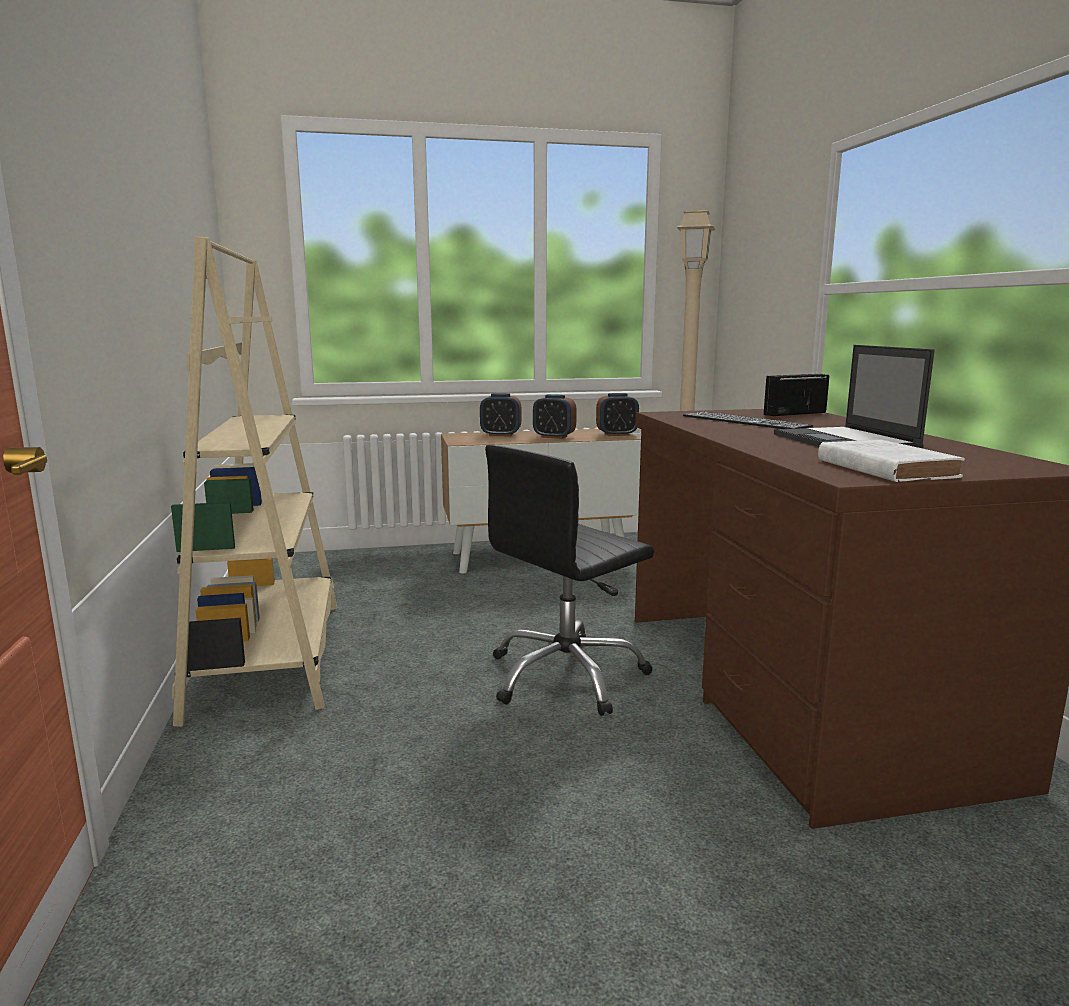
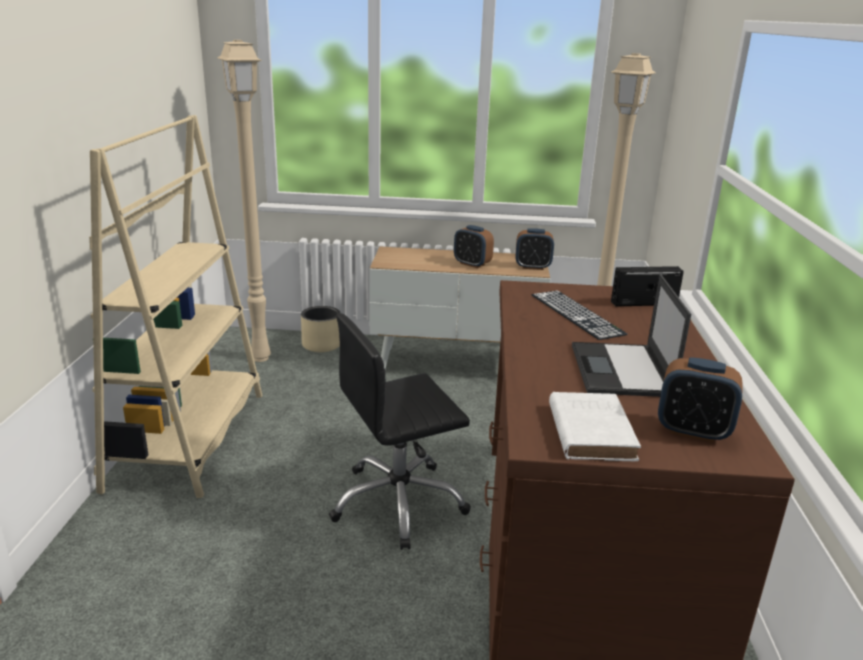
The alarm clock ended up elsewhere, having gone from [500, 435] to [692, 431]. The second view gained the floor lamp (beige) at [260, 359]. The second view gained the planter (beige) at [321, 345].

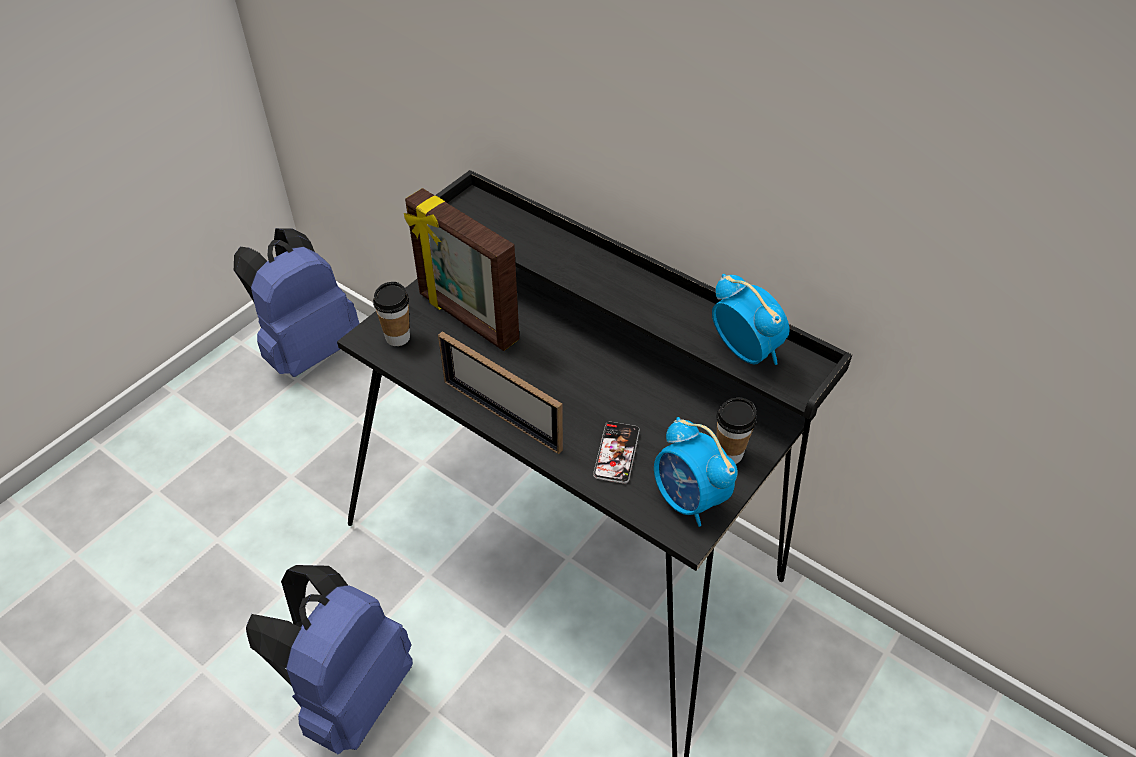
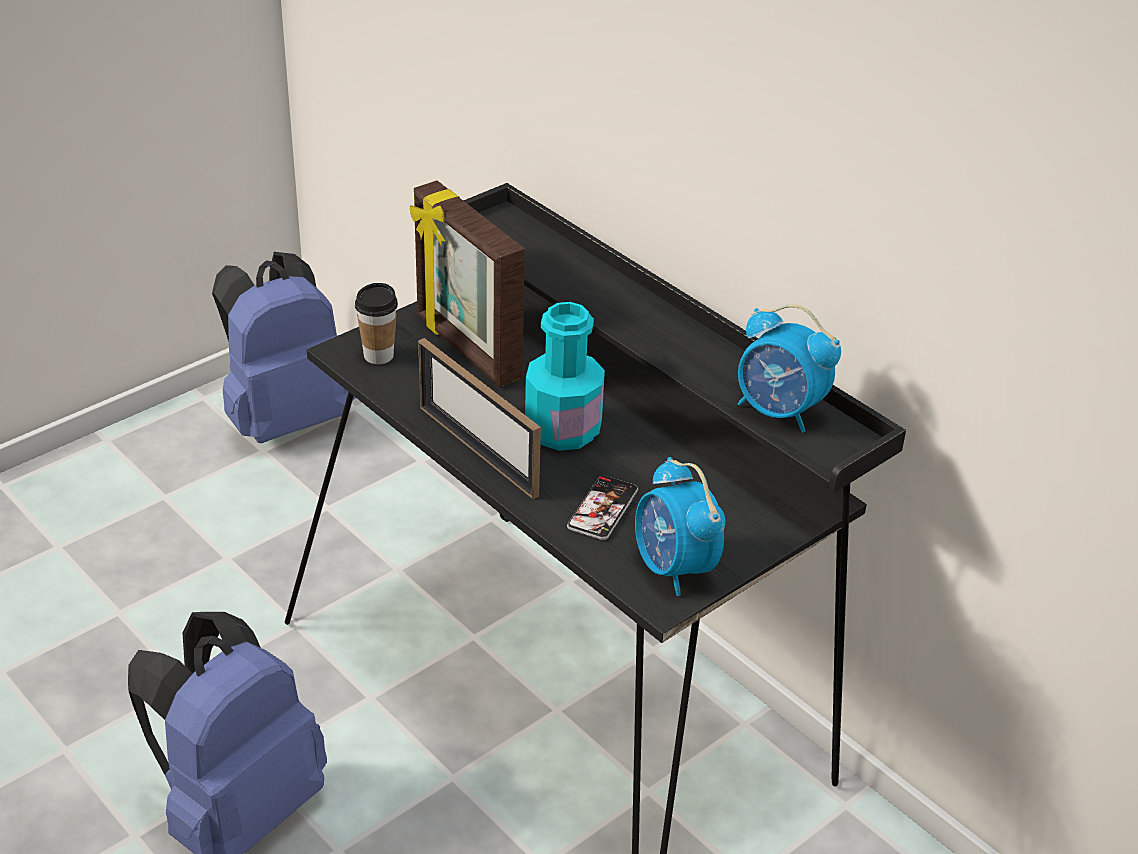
The alarm clock at [745, 351] ended up facing another way, 150 degrees clockwise from before. The second view lost the cup at [729, 454]. The second view gained the bottle (turquoise) at [563, 430].

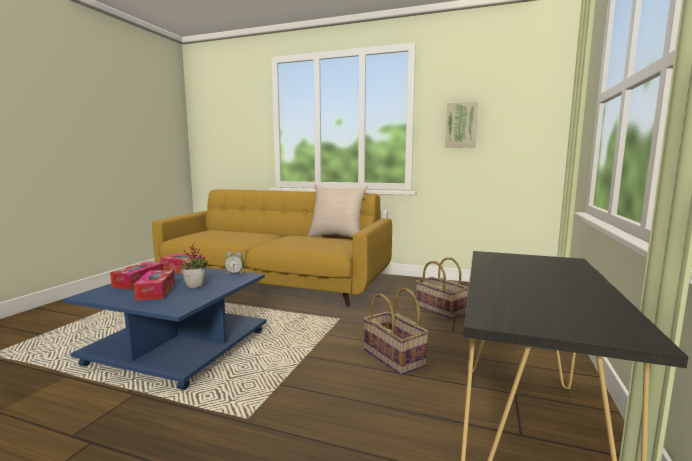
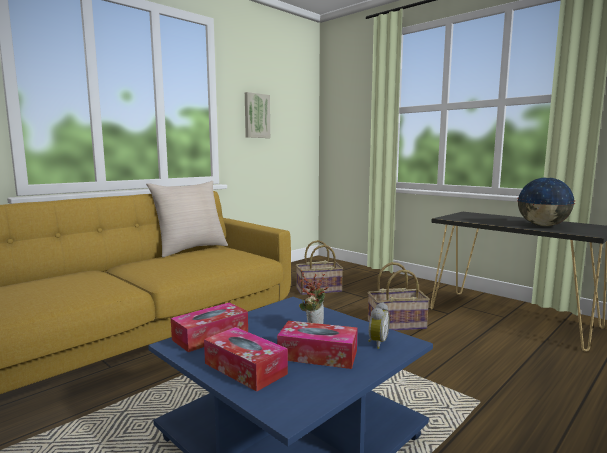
The alarm clock ended up elsewhere, having gone from [235, 274] to [376, 343]. The second view gained the globe at [543, 226].

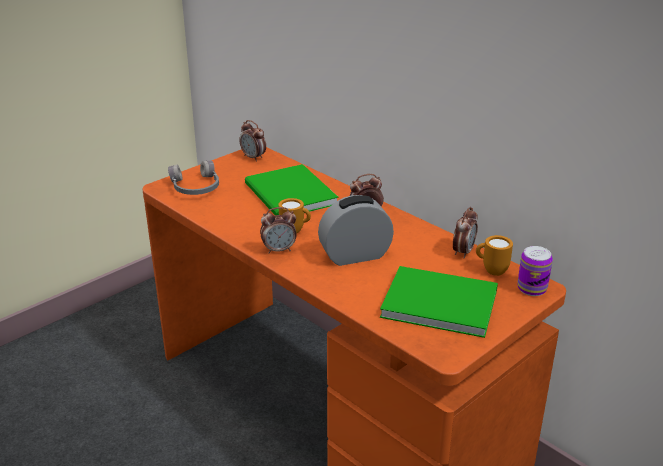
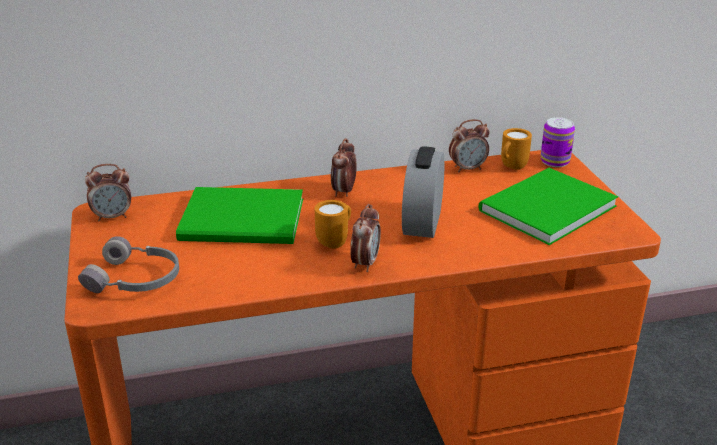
The alarm clock at [463, 252] ended up facing another way, 105 degrees clockwise from before.

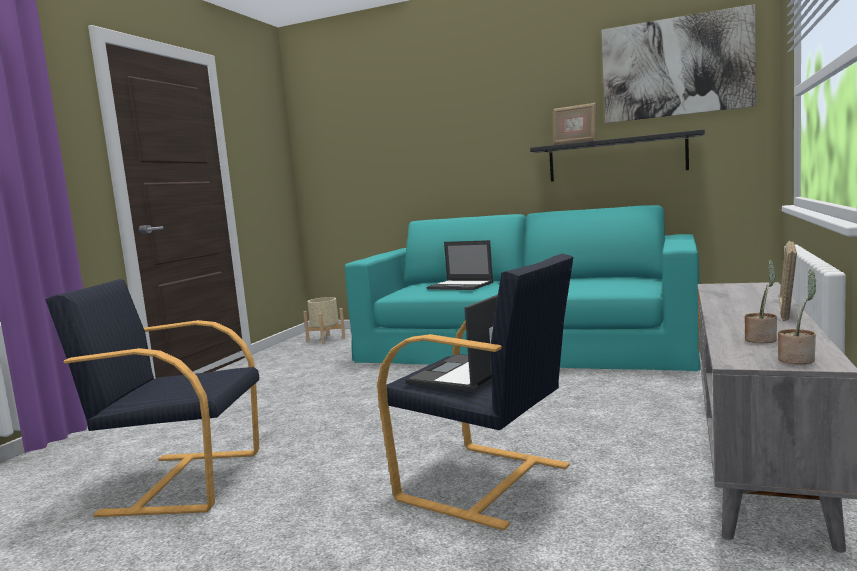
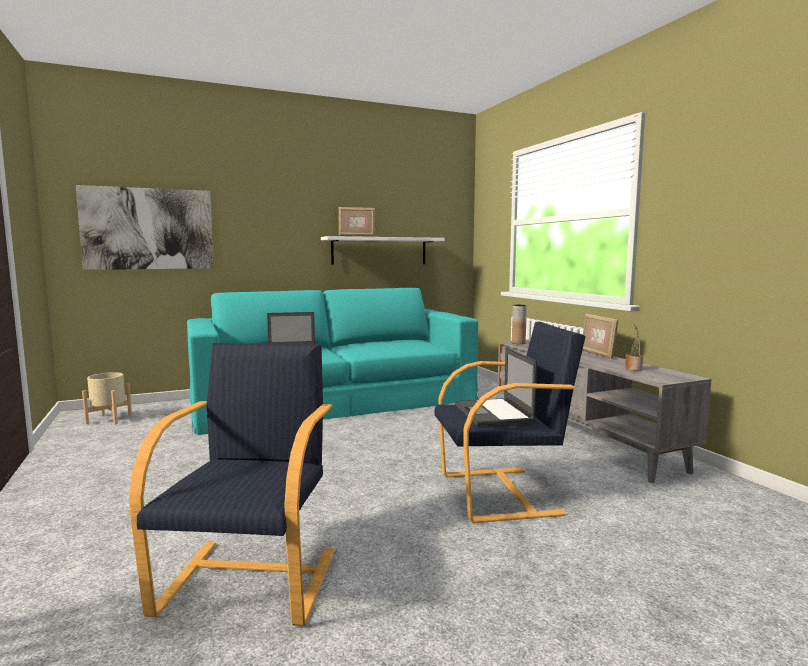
The armchair (black) at [181, 481] ended up facing another way, 135 degrees clockwise from before. What was the shelf (black) at [616, 158] turned into the shelf (white) at [379, 251]. The picture ended up elsewhere, having gone from [676, 67] to [148, 229]. The second view lost the potted plant at [798, 359]. The second view gained the vase (brown) at [518, 343].

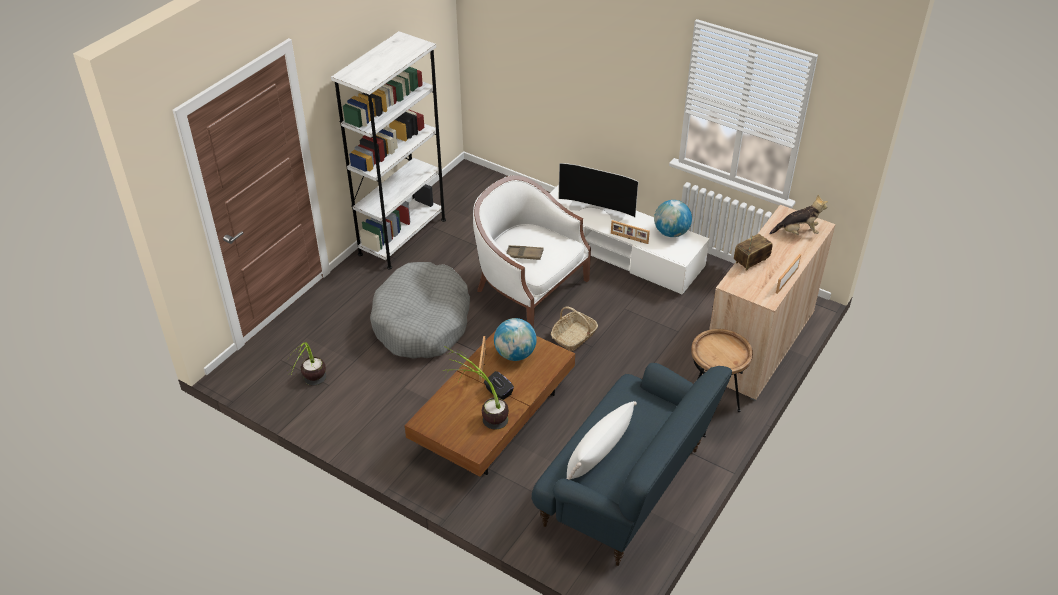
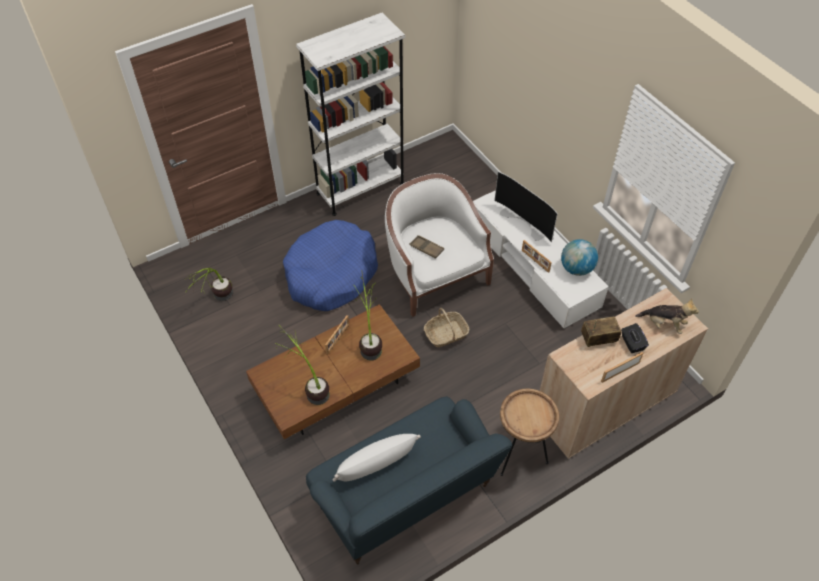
What was the dog bed (grey) at [422, 322] turned into the dog bed (blue) at [331, 274]. The tissue box (black) ended up elsewhere, having gone from [498, 392] to [632, 343]. Where the globe stood at [515, 354], the potted plant came to stand at [370, 339].

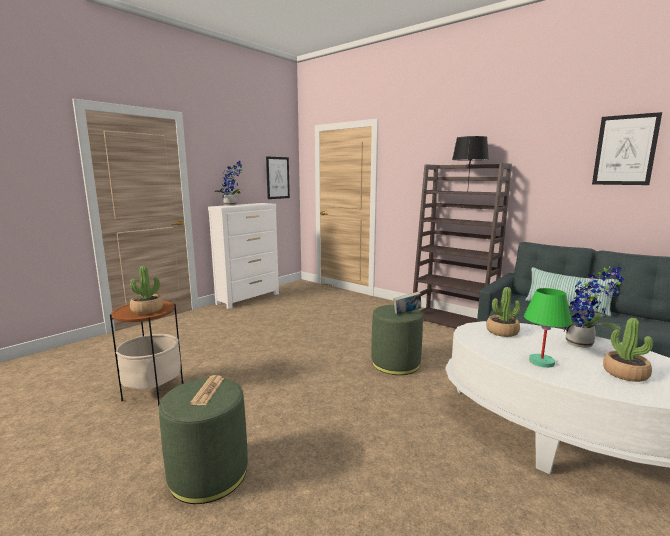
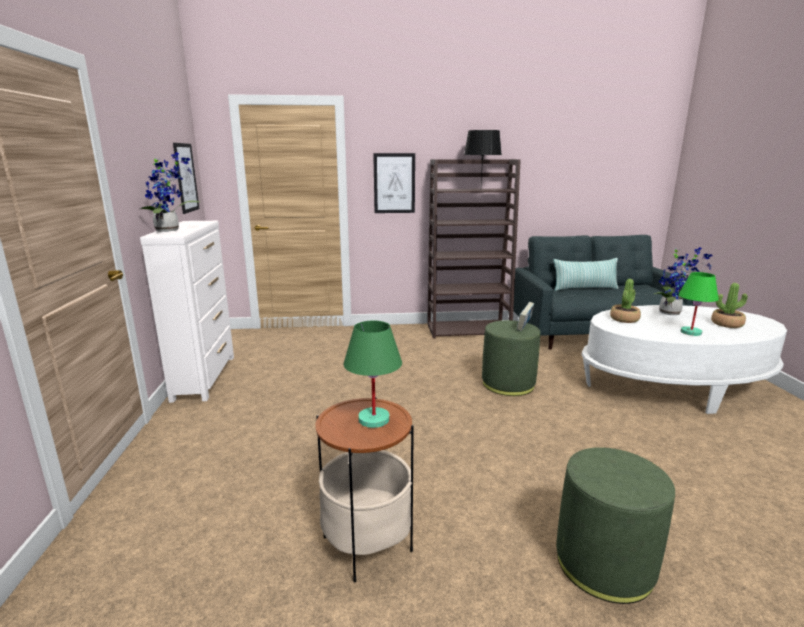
Where the potted plant stood at [147, 310], the table lamp (green) came to stand at [374, 419]. The second view lost the newspaper at [208, 390]. The picture ended up elsewhere, having gone from [625, 150] to [394, 183].

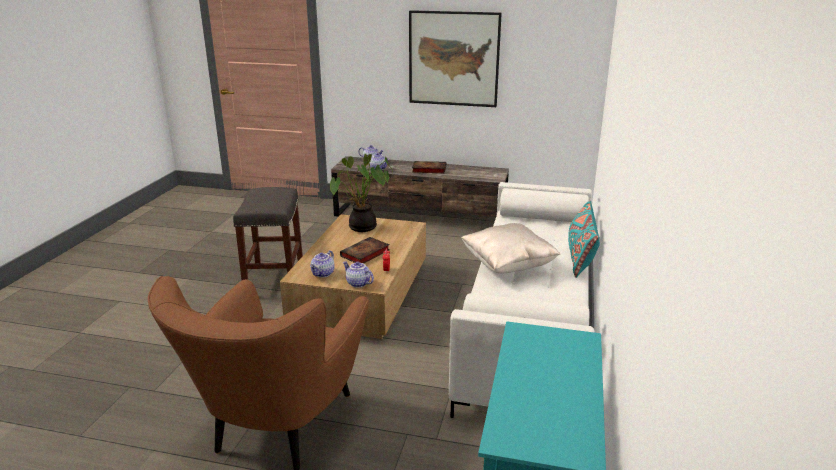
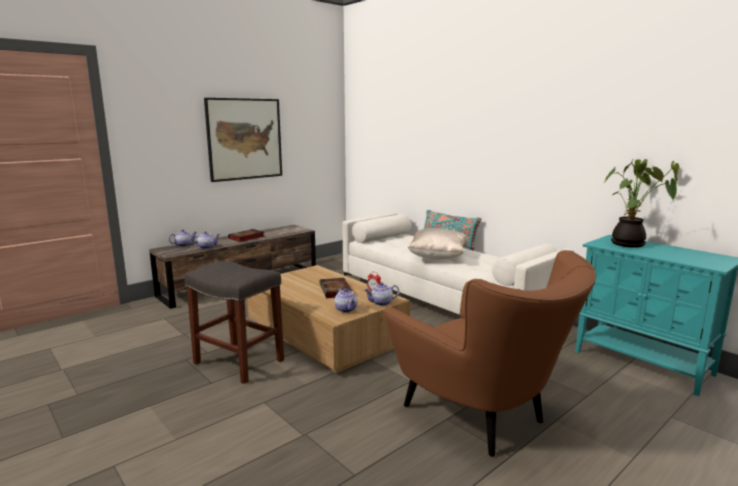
The potted plant ended up elsewhere, having gone from [361, 228] to [630, 244].

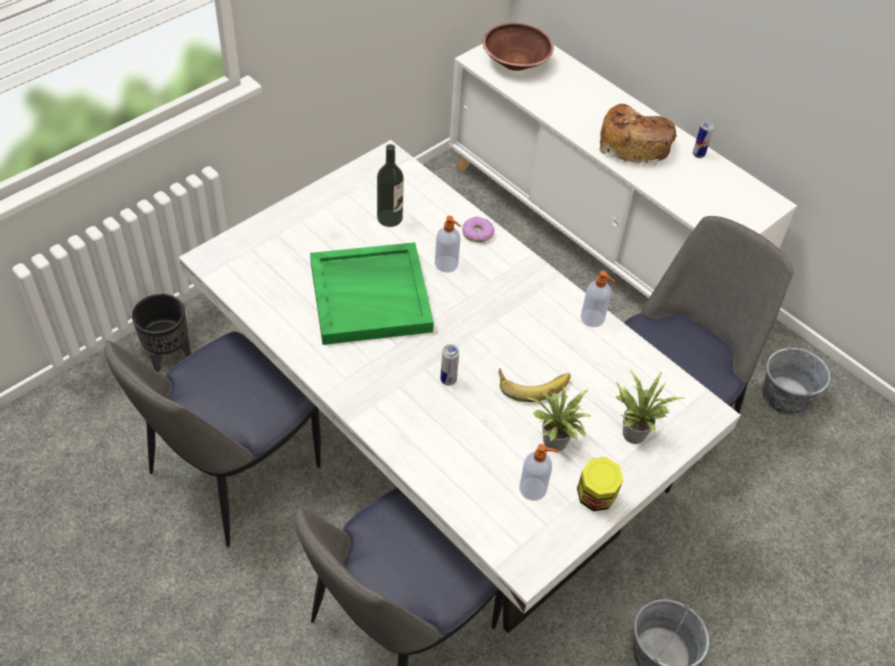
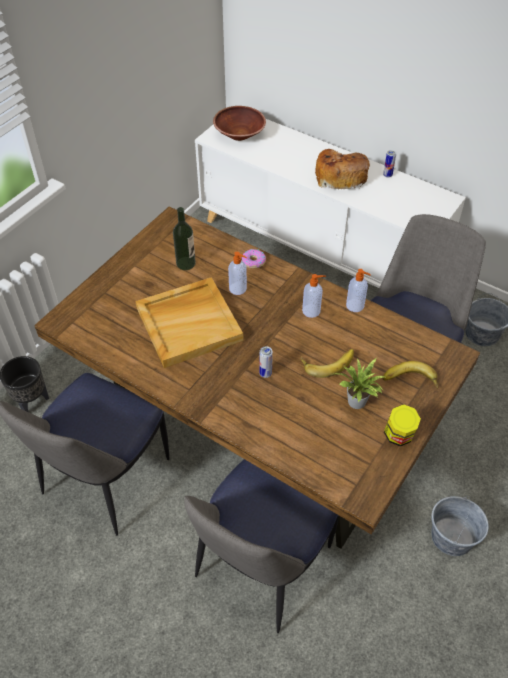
What was the dining table (white) at [435, 459] turned into the dining table (brown) at [251, 434]. What was the tray (green) at [371, 296] turned into the tray (beige) at [189, 323]. The soap dispenser ended up elsewhere, having gone from [534, 489] to [312, 311]. Where the potted plant stood at [633, 431], the banana came to stand at [410, 381].

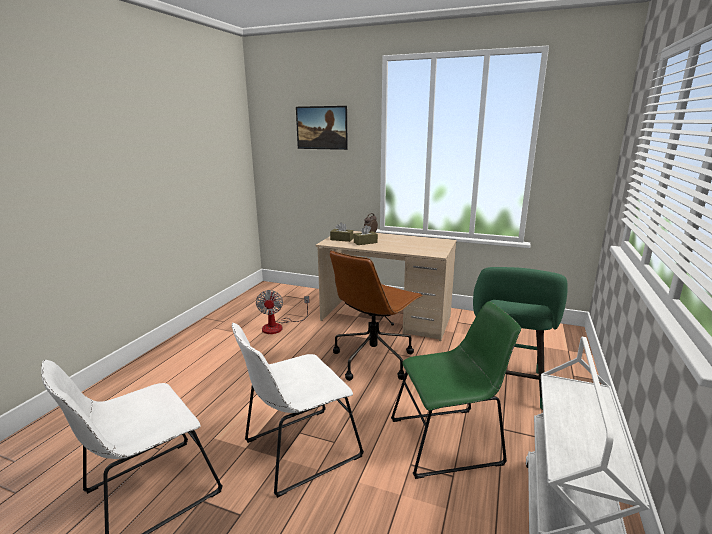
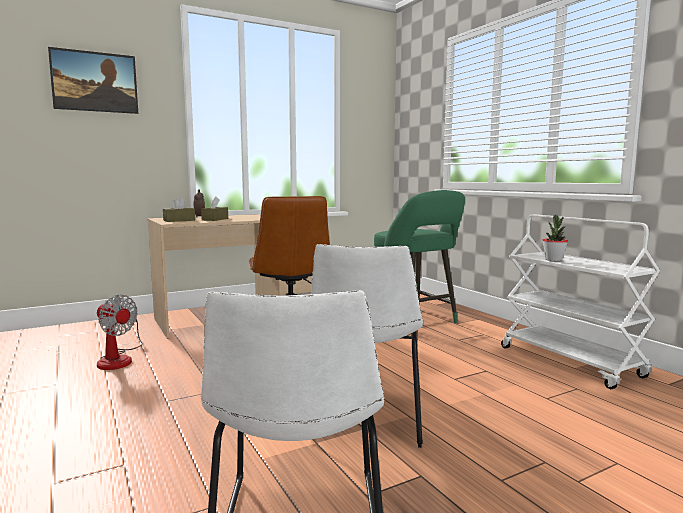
The second view lost the chair (green) at [449, 440]. The second view gained the potted plant at [553, 260].

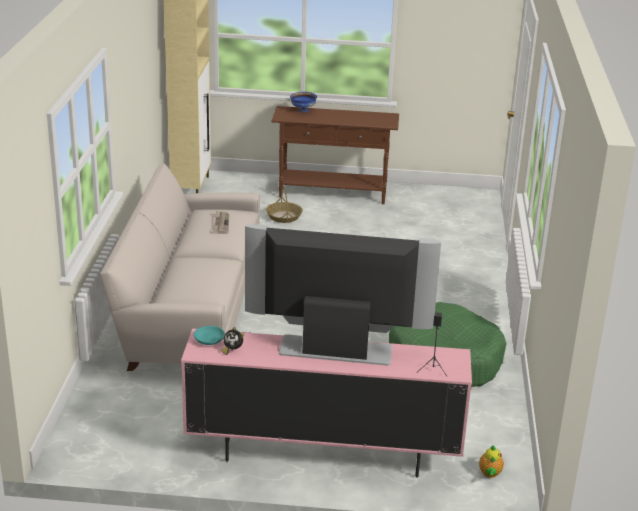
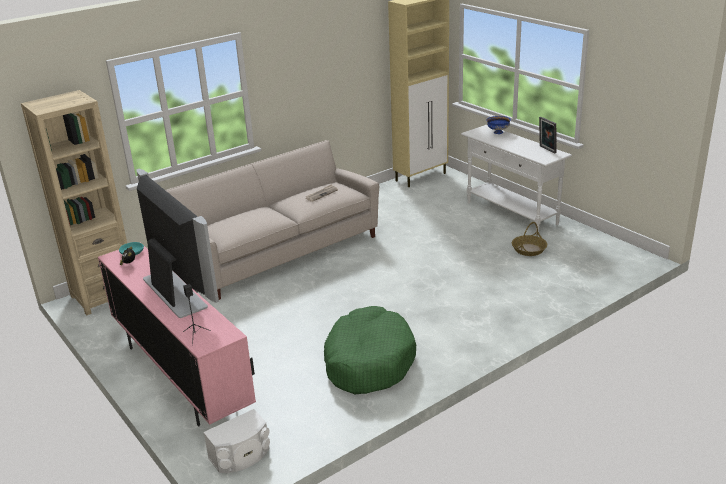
The basket ended up elsewhere, having gone from [284, 217] to [529, 250]. What was the console table (brown) at [333, 193] turned into the console table (white) at [511, 213]. Where the teapot stood at [490, 474], the speaker (white) came to stand at [241, 455]. The second view gained the bookcase (beige) at [104, 296]. The second view gained the picture frame at [546, 150].

